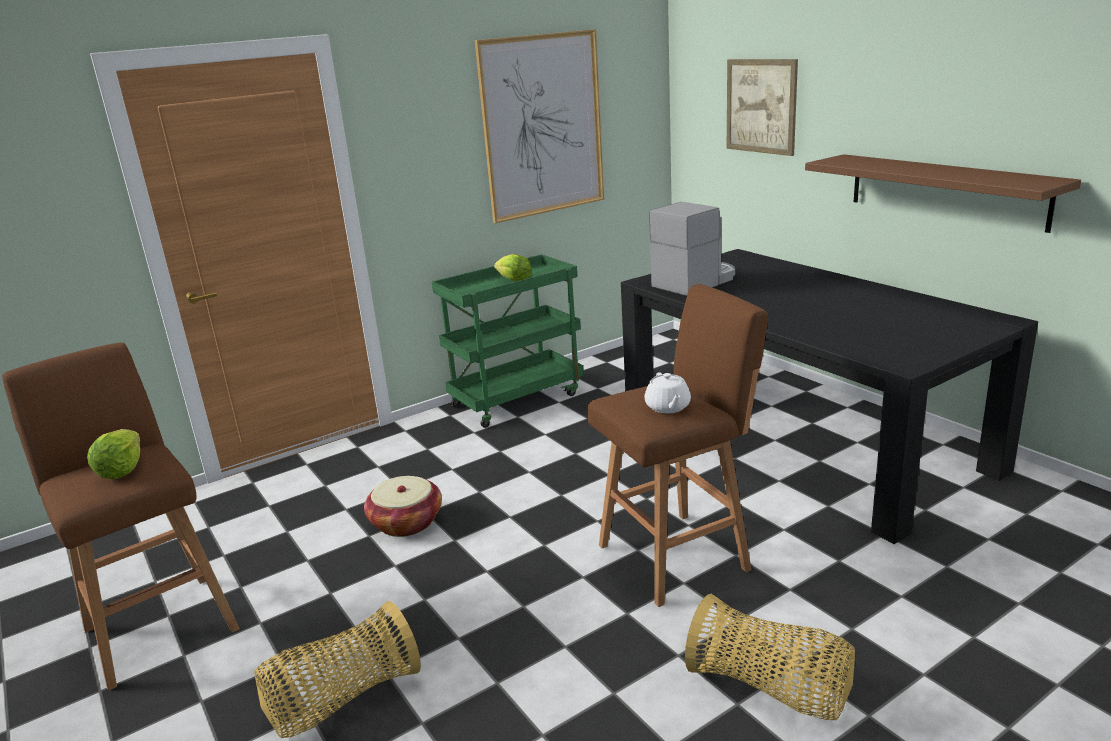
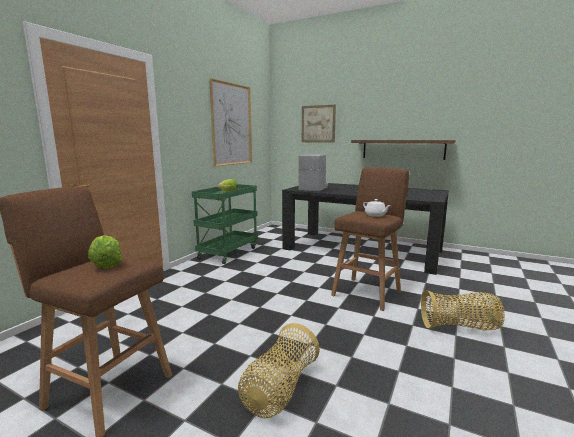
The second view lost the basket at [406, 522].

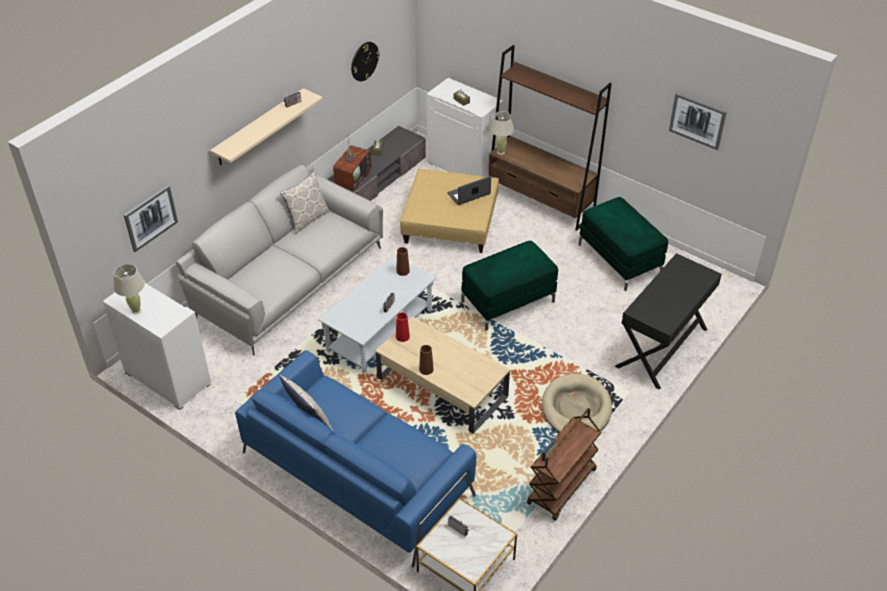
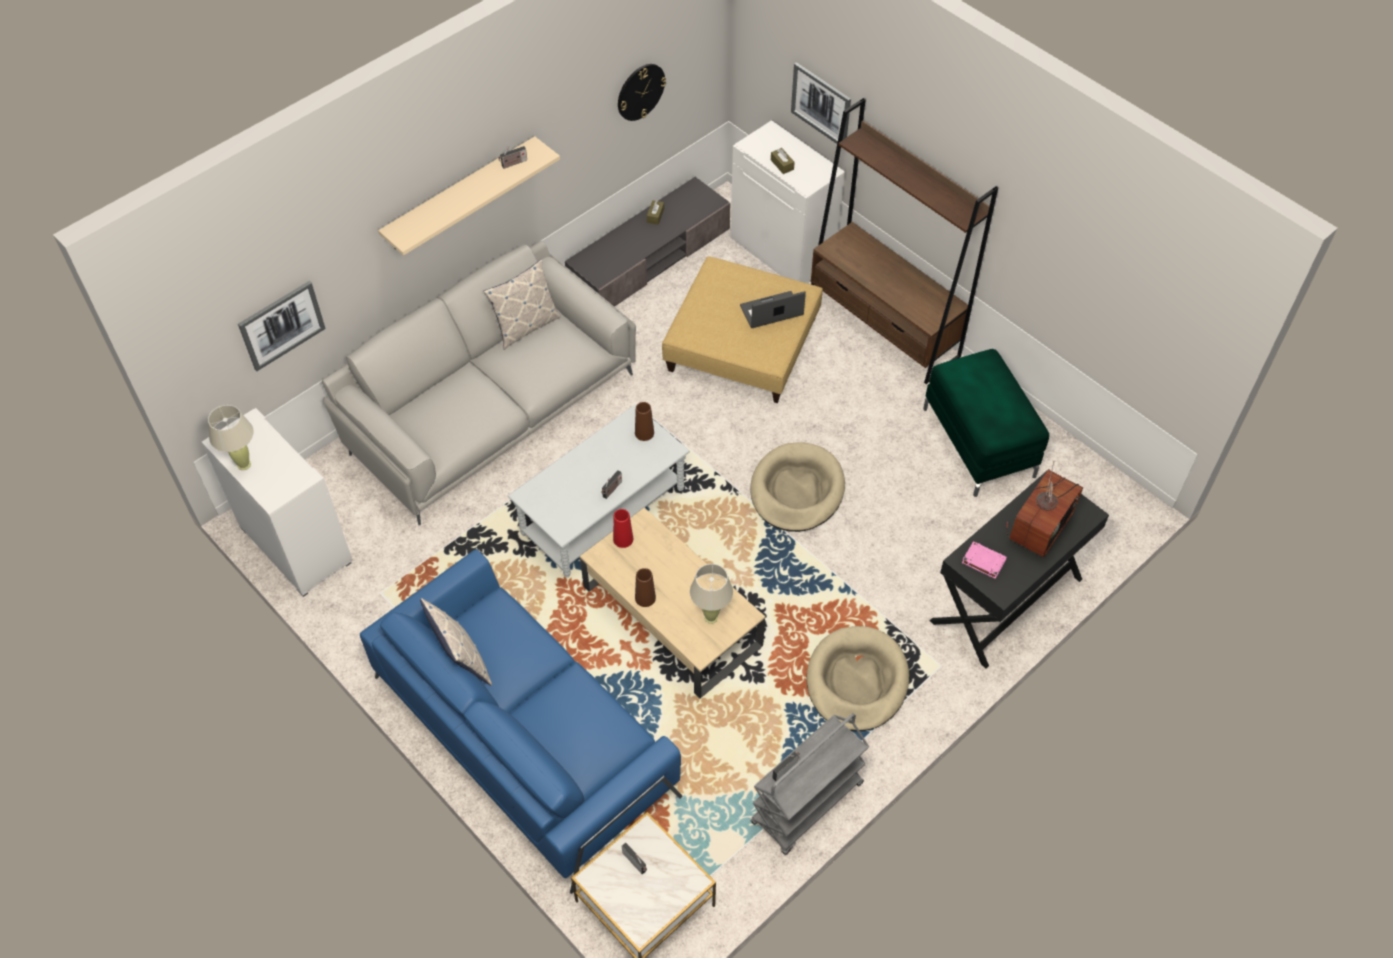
The television ended up elsewhere, having gone from [352, 178] to [1039, 525]. Where the ottoman (green) stood at [507, 302], the dog bed (beige) came to stand at [796, 490]. The table lamp (beige) ended up elsewhere, having gone from [501, 152] to [711, 618]. What was the cart (brown) at [562, 487] turned into the cart (grey) at [807, 804]. The picture ended up elsewhere, having gone from [697, 120] to [821, 104]. The second view gained the book (pink) at [983, 561].

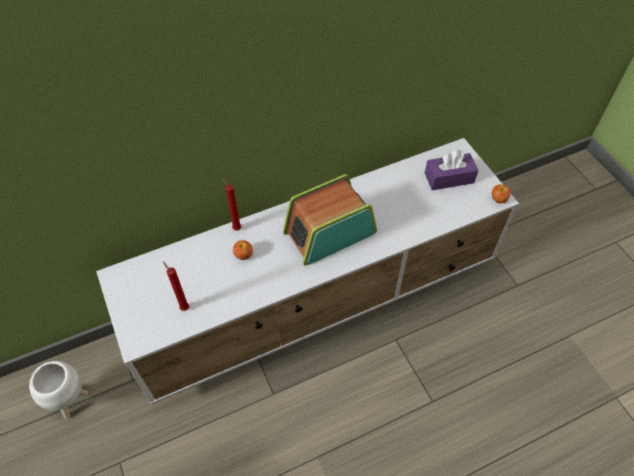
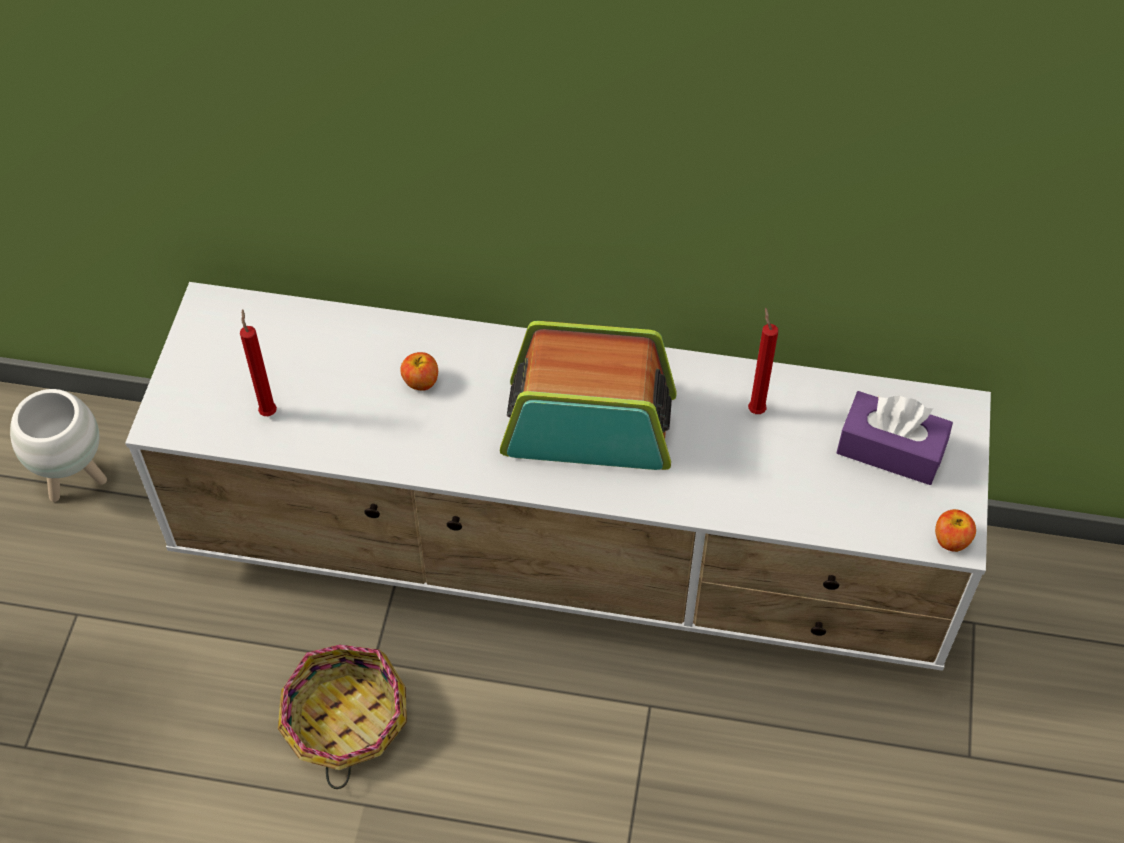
The candle (red) ended up elsewhere, having gone from [236, 228] to [755, 409]. The second view gained the basket at [344, 721].

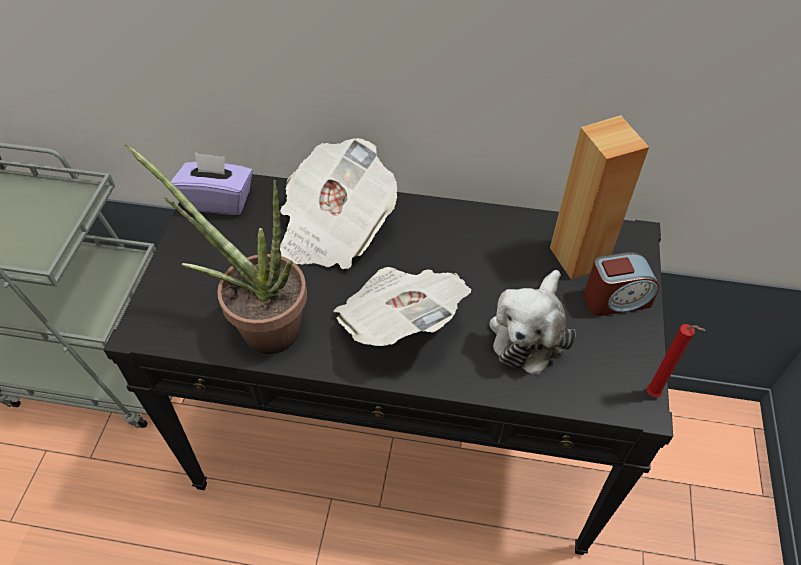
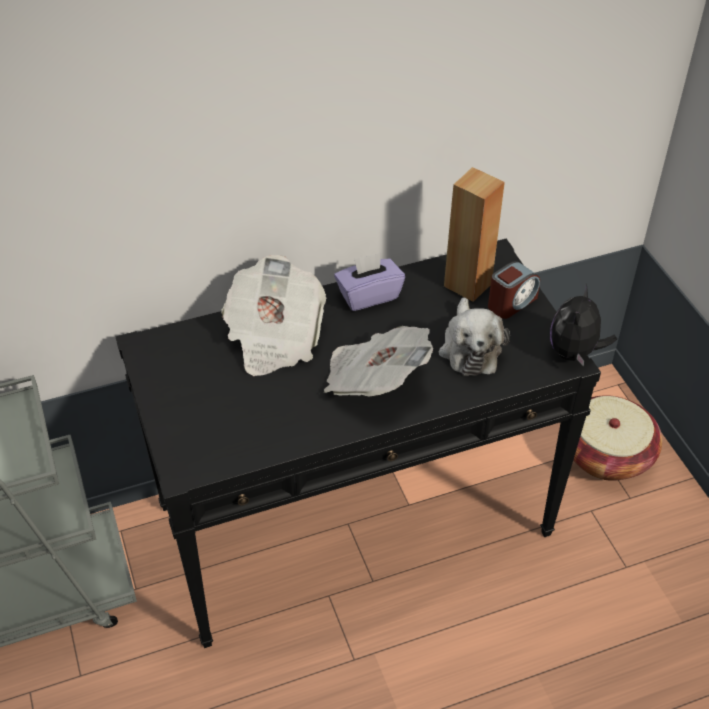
The second view lost the potted plant at [260, 326]. The tissue box (purple) ended up elsewhere, having gone from [218, 200] to [368, 295]. Where the candle (red) stood at [654, 395], the plush toy came to stand at [575, 352]. The second view gained the basket at [606, 455].

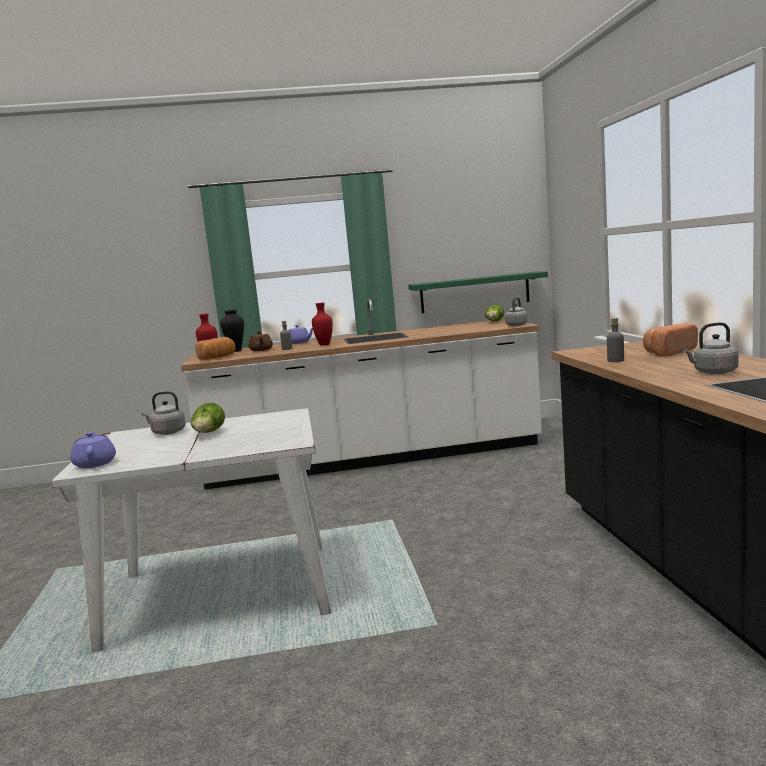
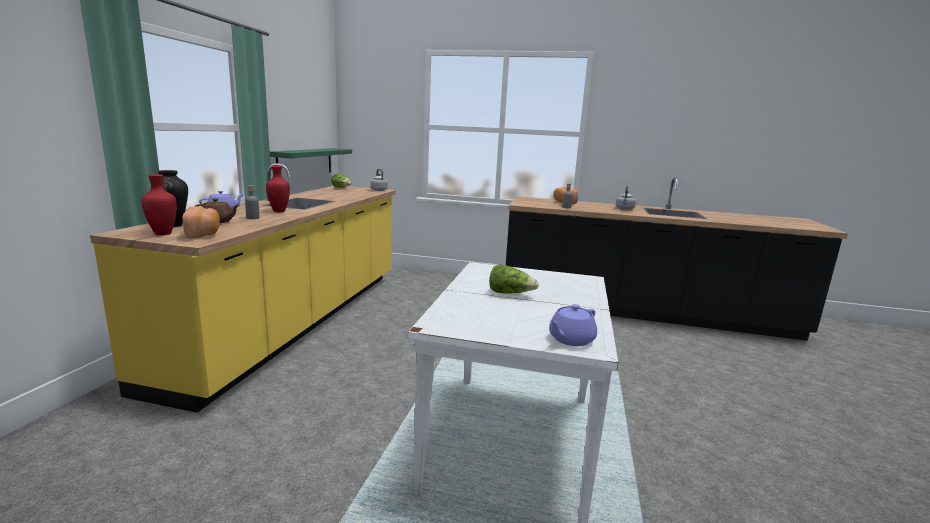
The teapot (purple) at [95, 463] ended up facing another way, 45 degrees counterclockwise from before. The second view lost the kettle (grey) at [167, 432]. What was the counter (white) at [372, 459] turned into the counter (yellow) at [298, 321].

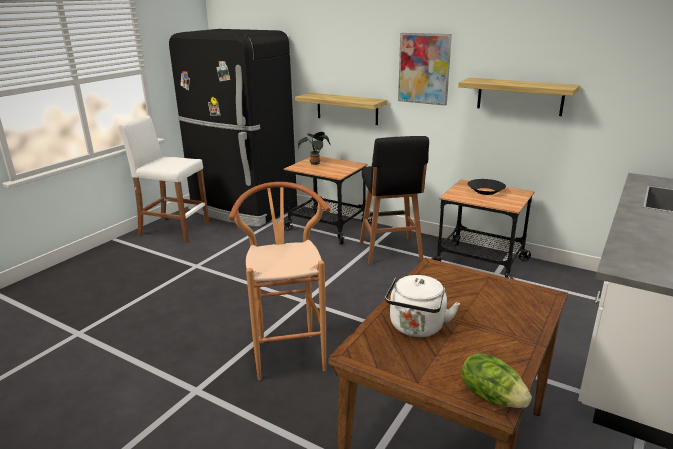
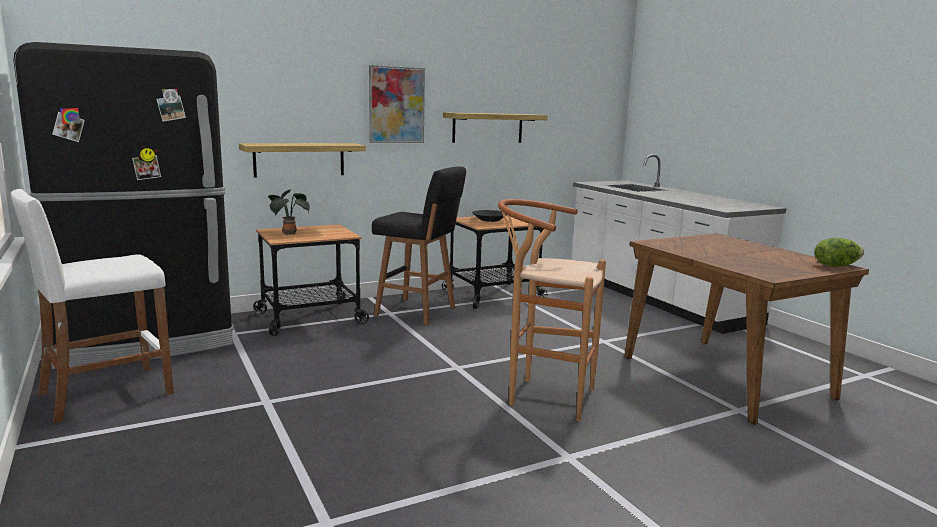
The second view lost the kettle (white) at [416, 328].

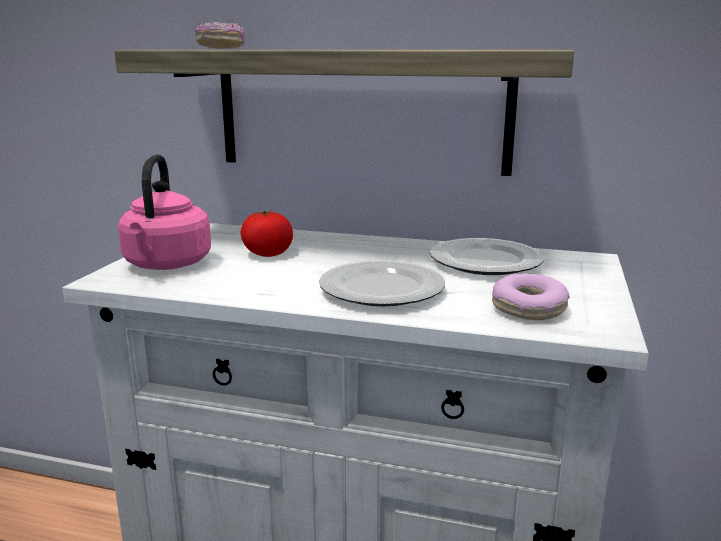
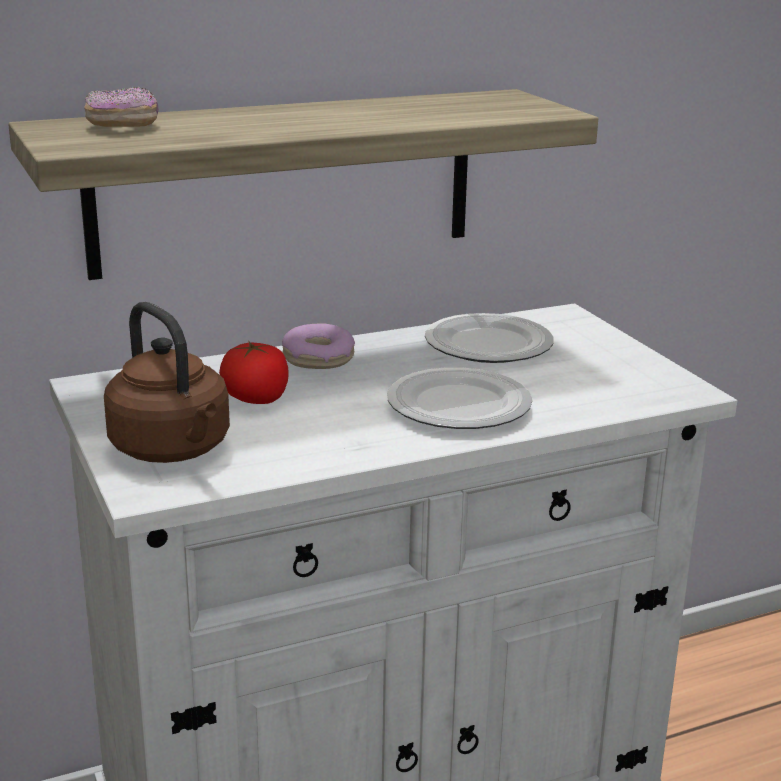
What was the kettle (pink) at [166, 265] turned into the kettle (brown) at [173, 450]. The donut ended up elsewhere, having gone from [528, 309] to [318, 359].

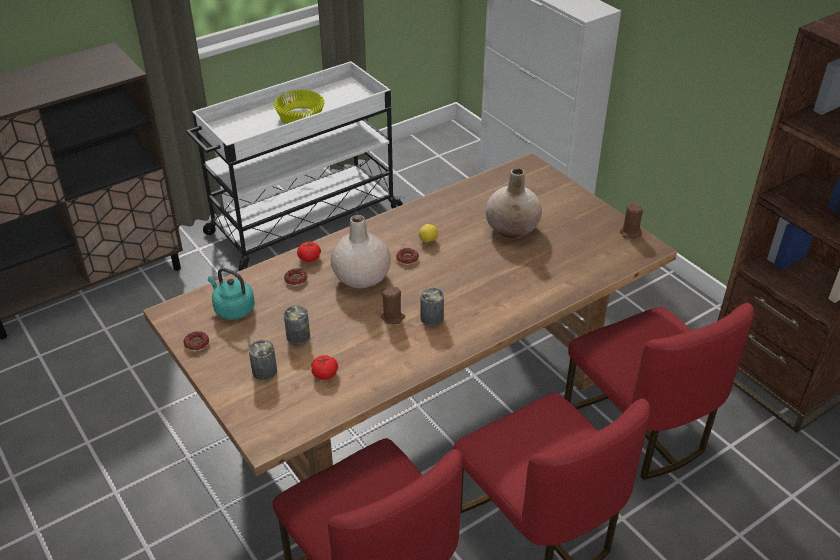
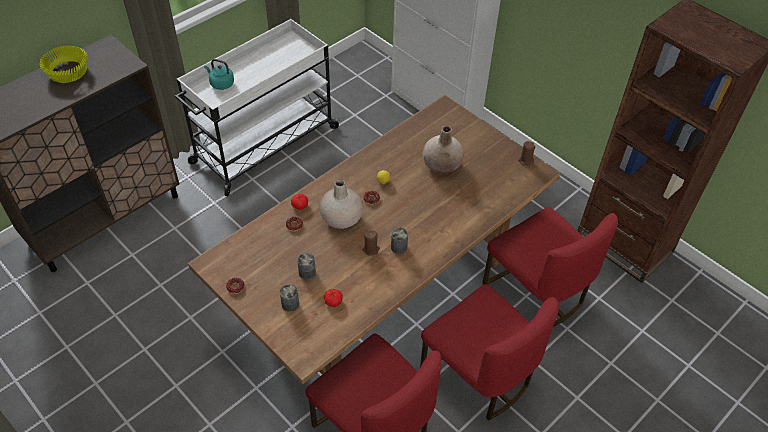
The kettle (turquoise) ended up elsewhere, having gone from [233, 309] to [221, 84]. The bowl (yellow) ended up elsewhere, having gone from [300, 116] to [67, 71].

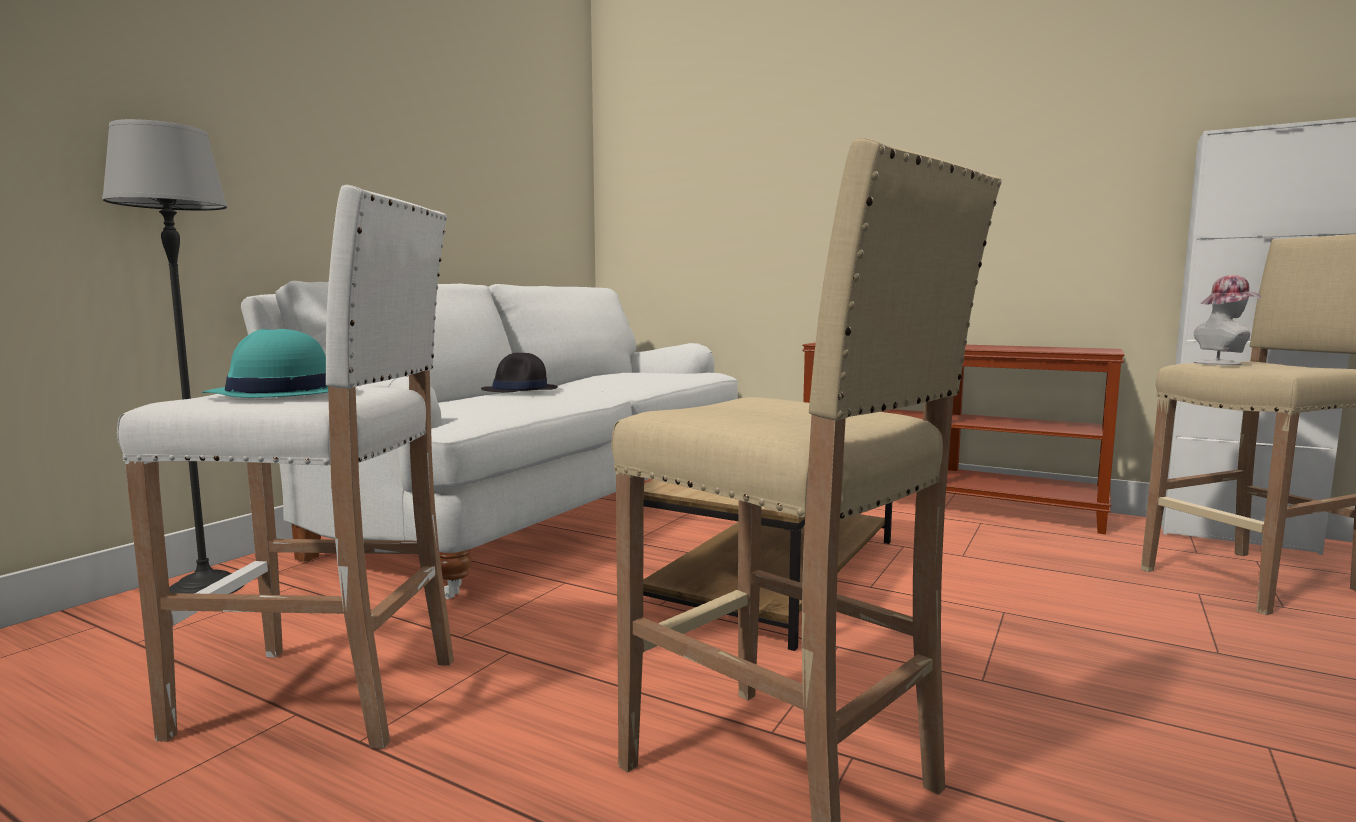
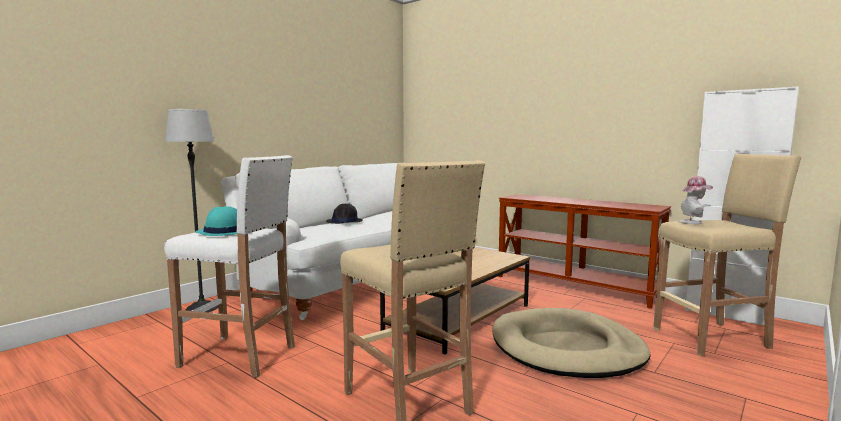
The second view gained the dog bed (beige) at [567, 348].

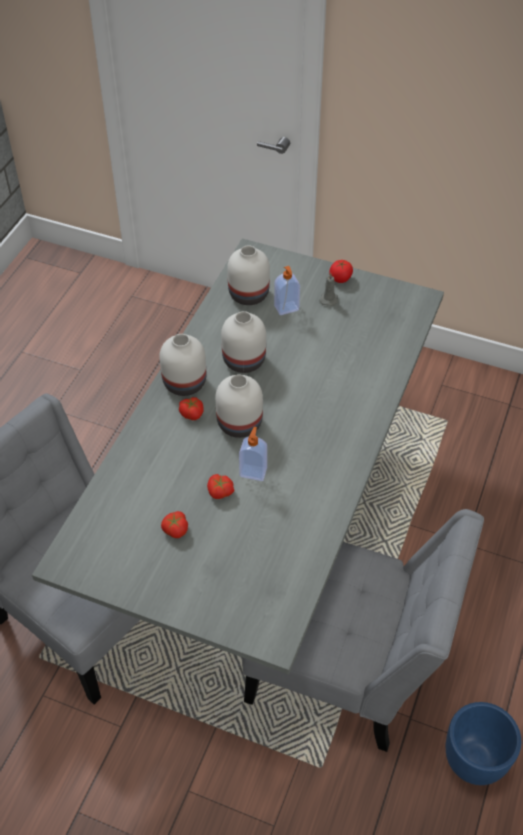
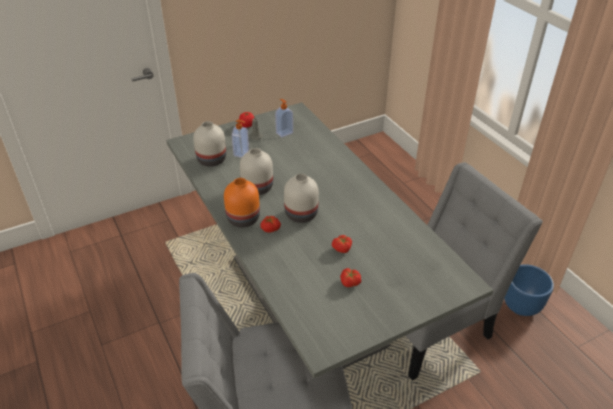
What was the vase (white) at [185, 382] turned into the vase (orange) at [243, 218]. The soap dispenser ended up elsewhere, having gone from [253, 471] to [284, 132].

